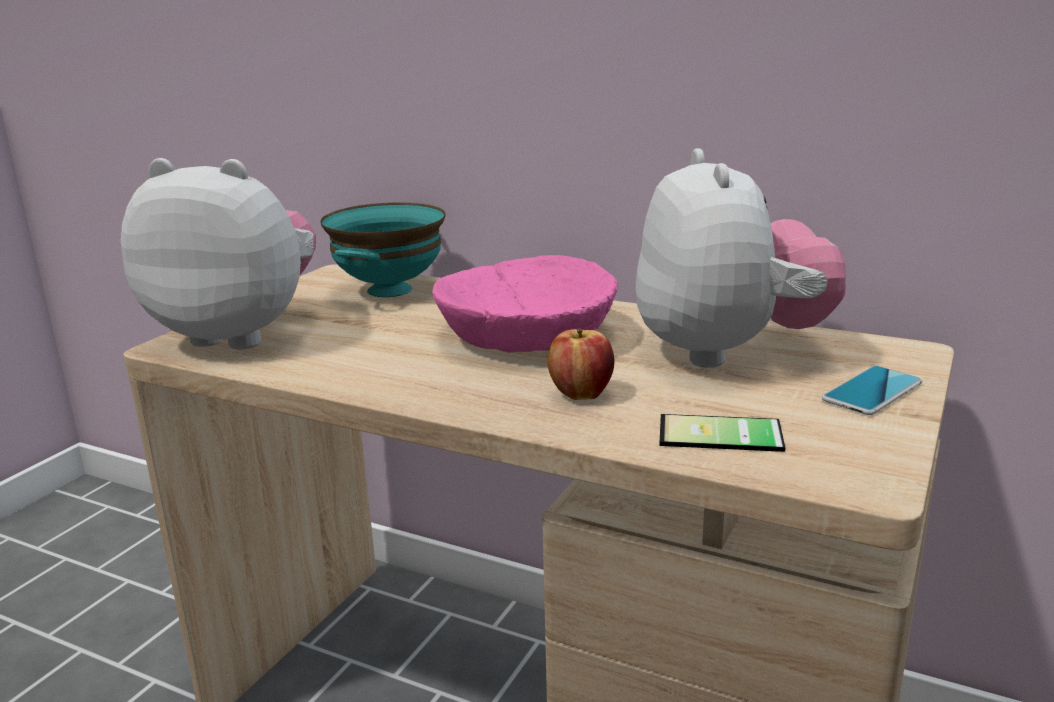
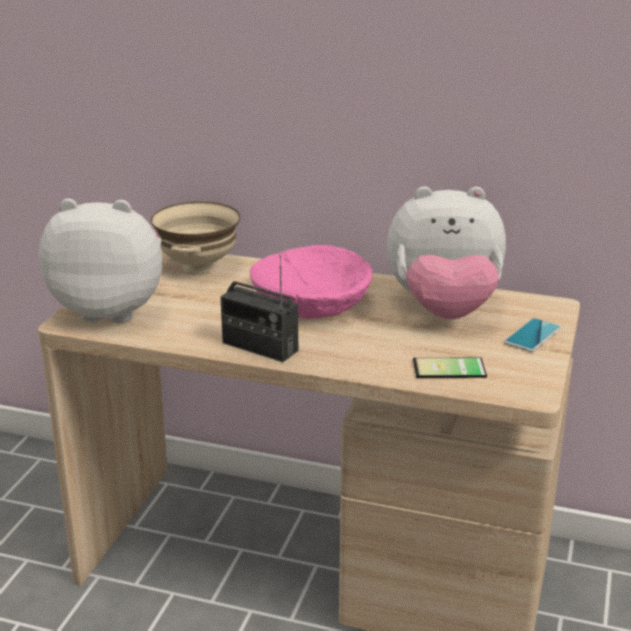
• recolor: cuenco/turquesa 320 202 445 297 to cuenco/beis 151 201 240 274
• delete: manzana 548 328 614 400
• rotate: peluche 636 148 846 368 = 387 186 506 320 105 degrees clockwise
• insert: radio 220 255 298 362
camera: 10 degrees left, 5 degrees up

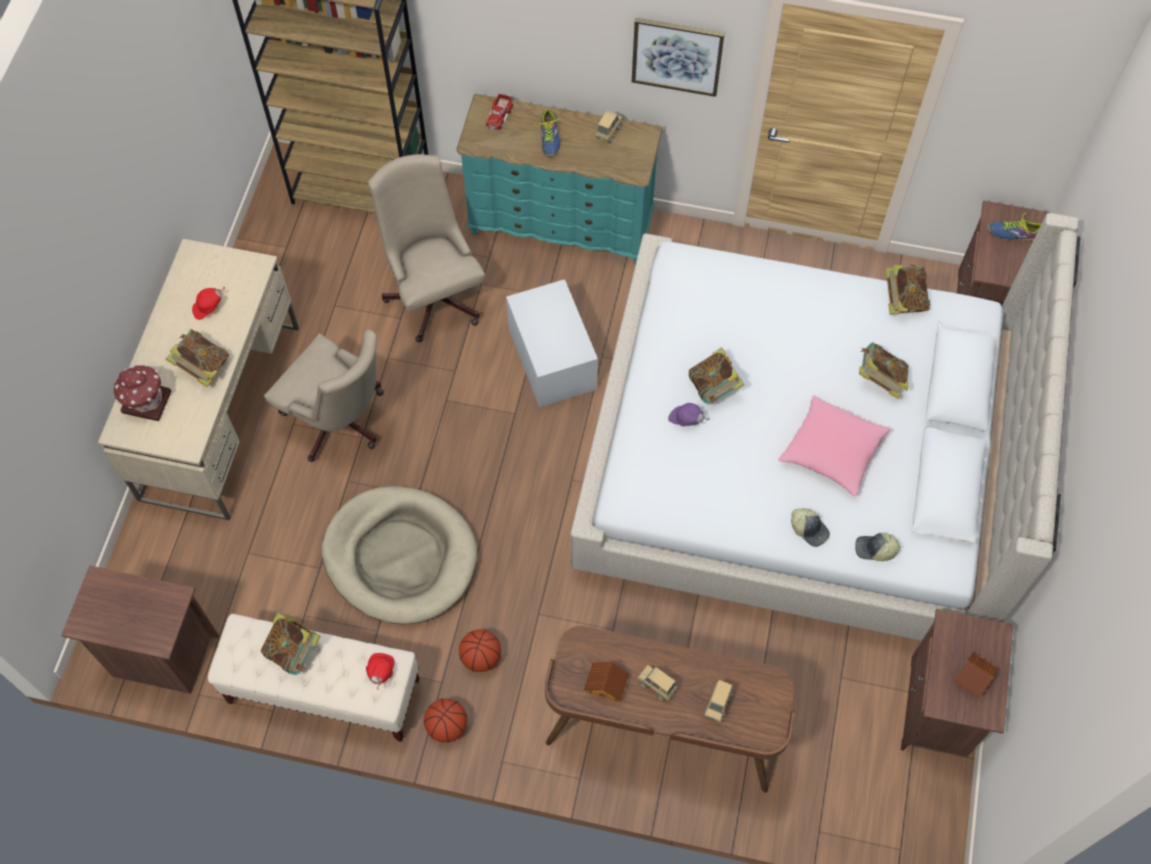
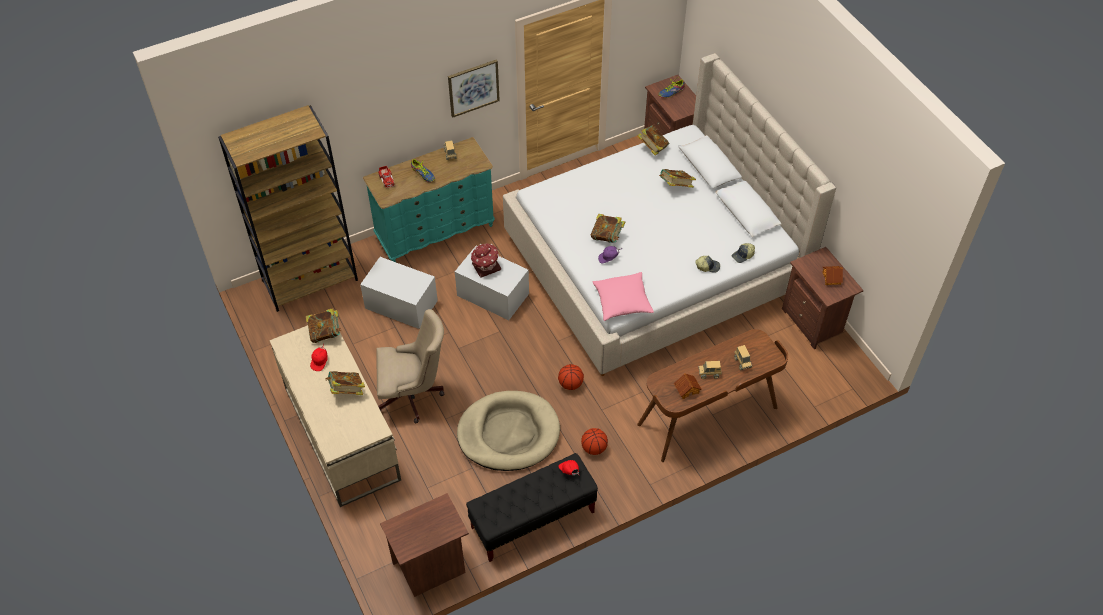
• move: casita 114 364 171 421 to 471 243 501 278
• recolor: banco/beis 208 614 419 742 to banco/negro 466 453 598 562
• move: libro 261 612 321 675 to 306 308 341 343
• replace: silla de oficina/beis 368 154 485 342 to caja de almacenaje/blanco 360 257 438 329
• move: balón de baloncesto 424 698 467 743 to 558 364 584 390
• move: cojín/rosa 779 395 891 496 to 593 272 654 321
camera: 40 degrees left, 10 degrees down

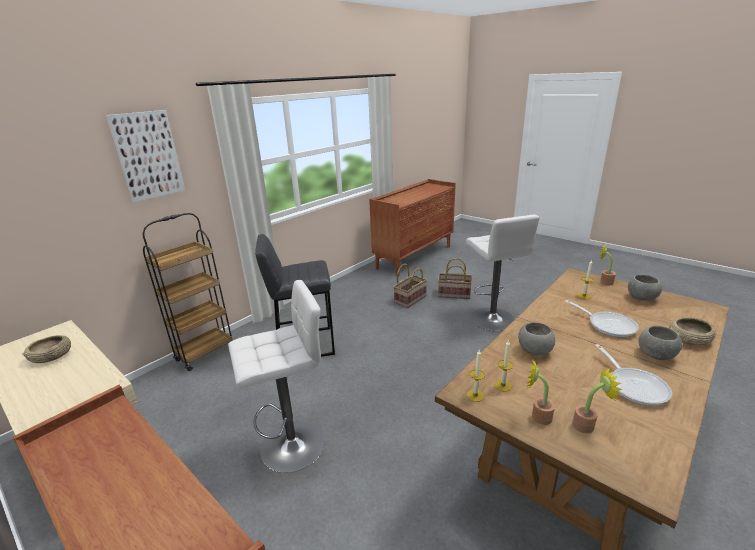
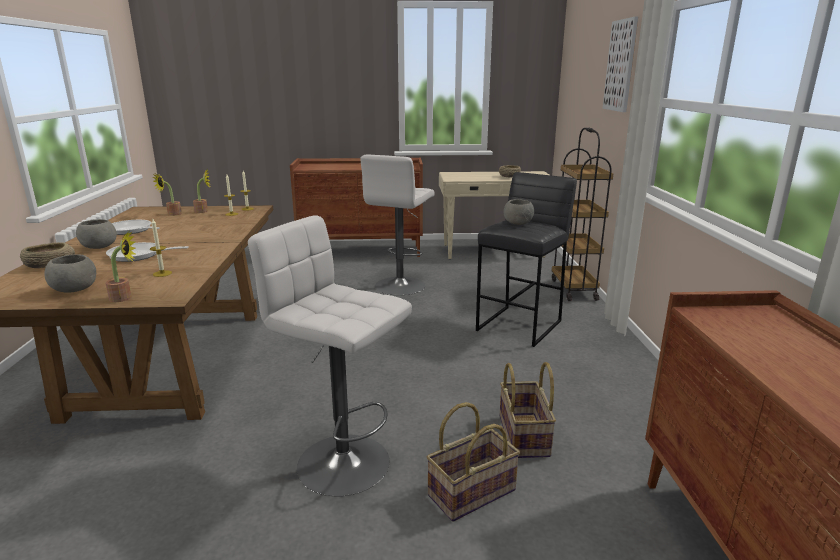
• move: cuenco/gris 518 322 555 356 to 504 199 534 225
camera: 135 degrees right, 5 degrees down

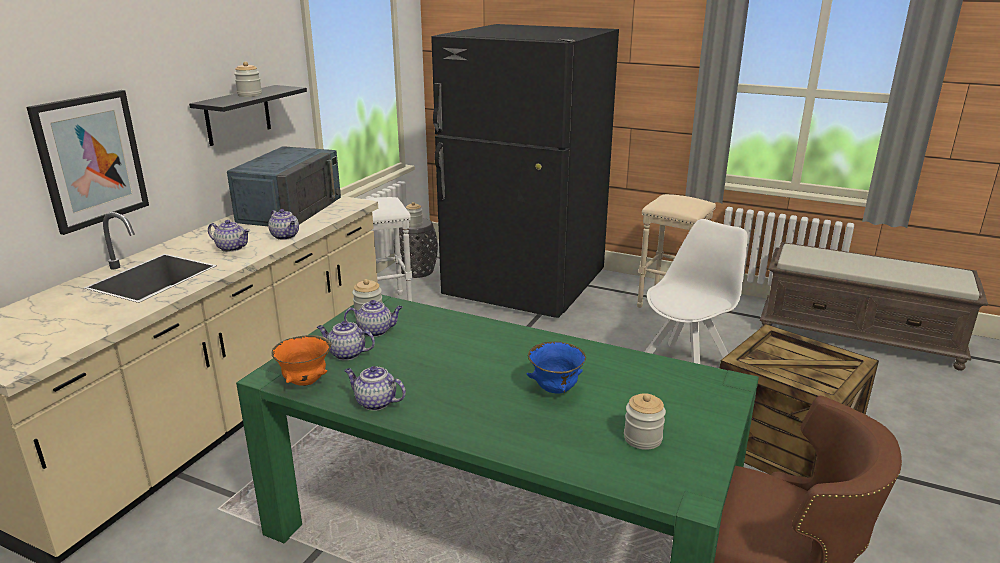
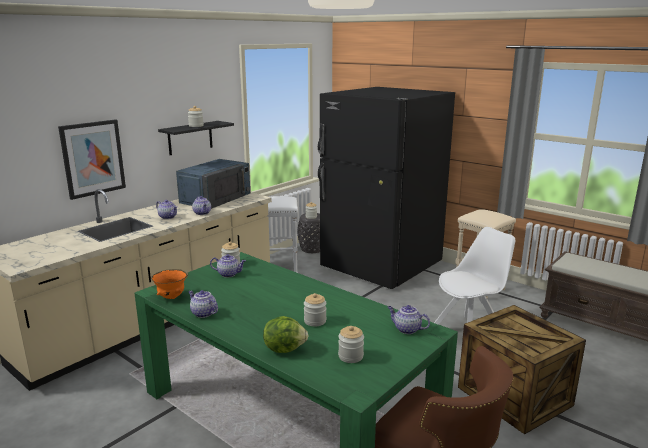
• move: tetera 317 321 375 360 to 388 305 430 334
• replace: cuenco/azul 527 342 586 394 to tarro 304 293 327 326
• insert: lechuga 263 316 308 353
camera: 15 degrees right, 5 degrees down

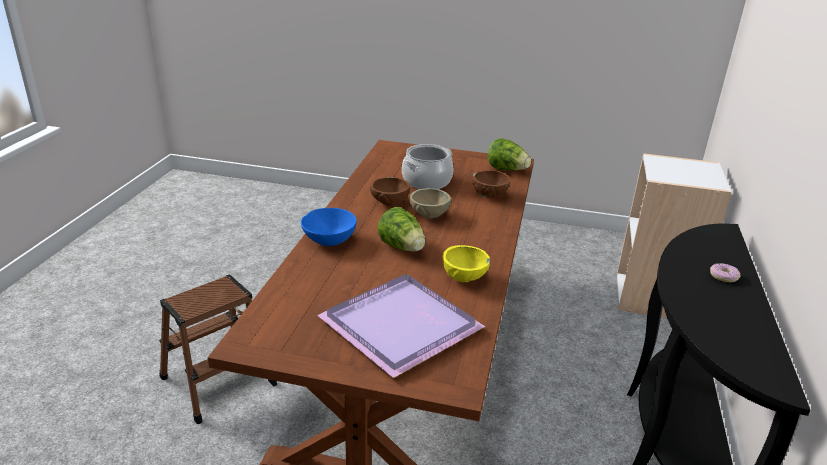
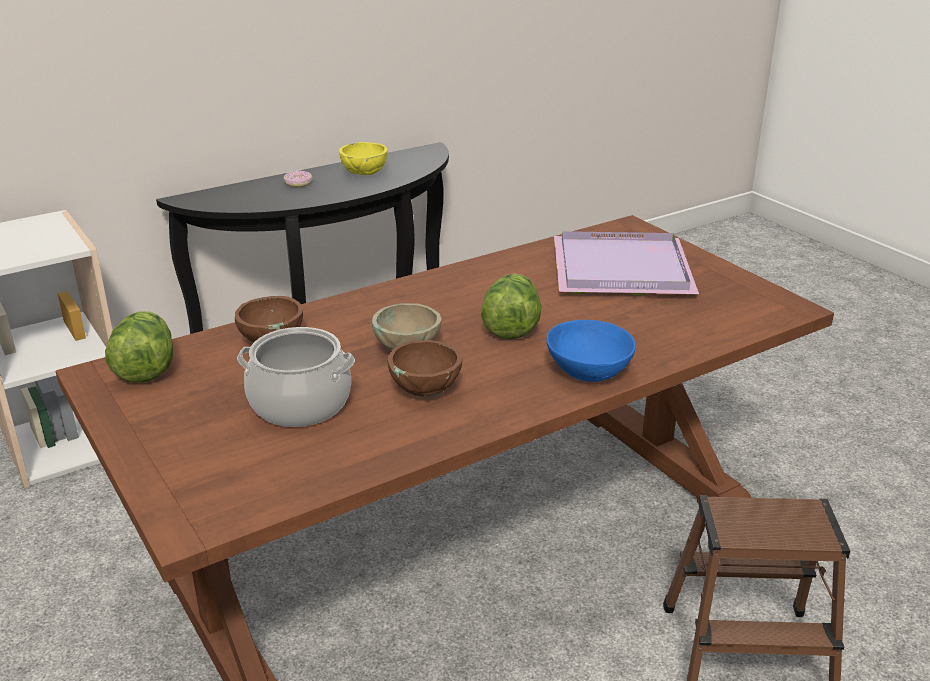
• move: cuenco/amarillo 442 245 490 282 to 339 142 388 175
camera: 135 degrees left, 0 degrees up

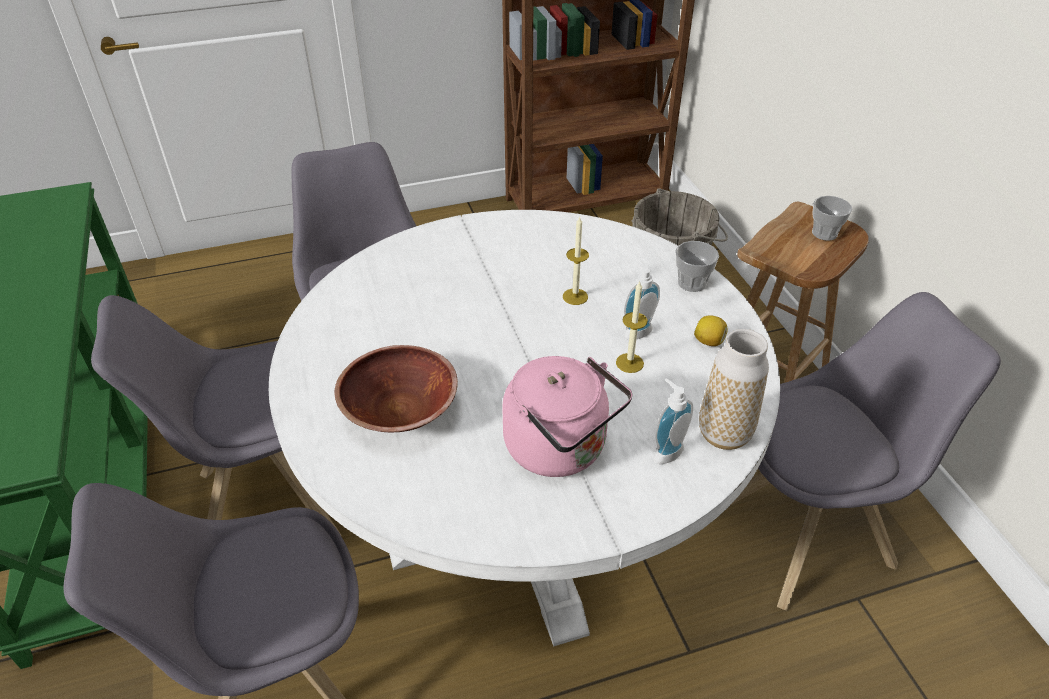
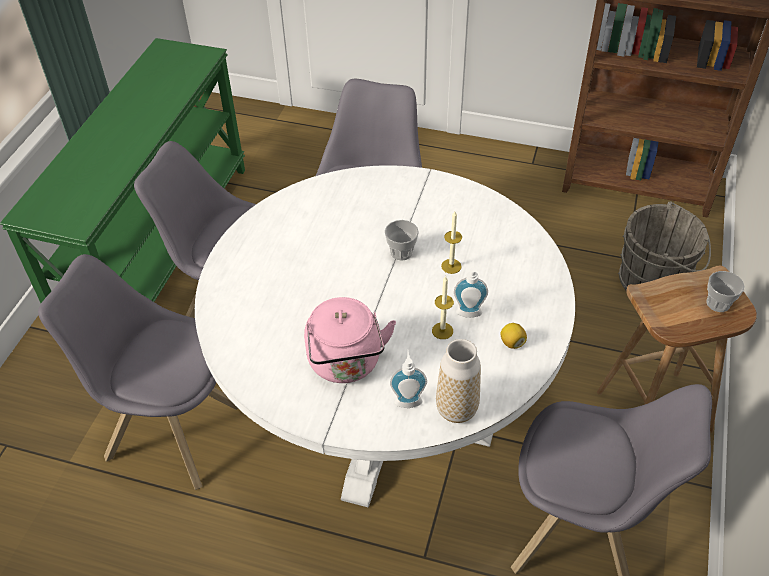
• delete: cuenco/marrón 335 345 458 432
• move: taza 676 241 719 292 to 385 220 419 261
camera: 35 degrees right, 5 degrees up

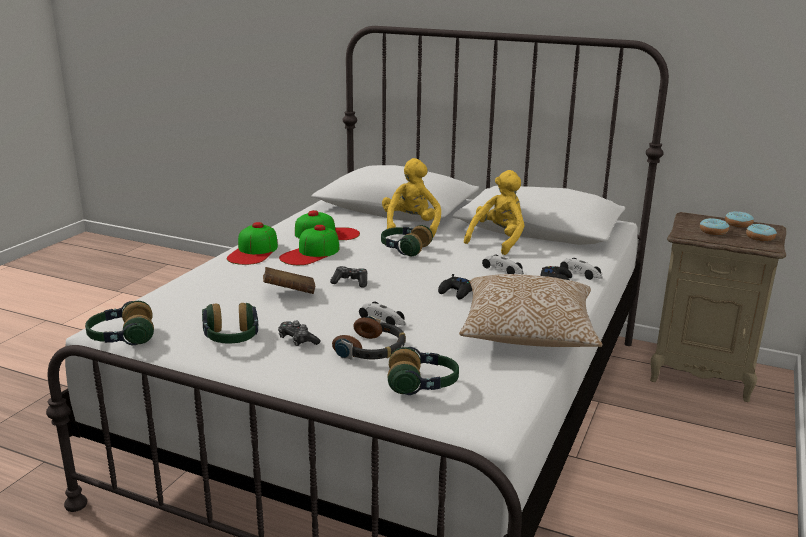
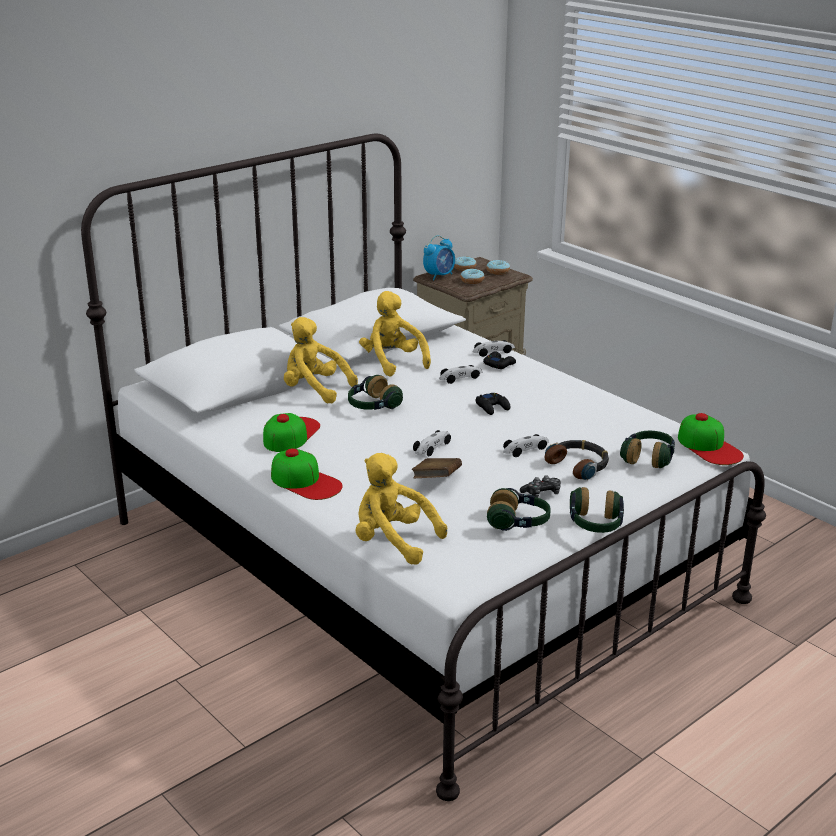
• move: auriculares 85 301 154 345 to 570 487 624 533
• move: gorra 279 225 340 265 to 678 413 744 465
• replace: mando de consola 330 266 367 288 to coche de juguete 413 430 451 457
• delete: cojín 459 274 603 347
• insert: peluche/amarillo 356 453 447 565
• insert: despertador 423 235 455 281
camera: 65 degrees left, 5 degrees up

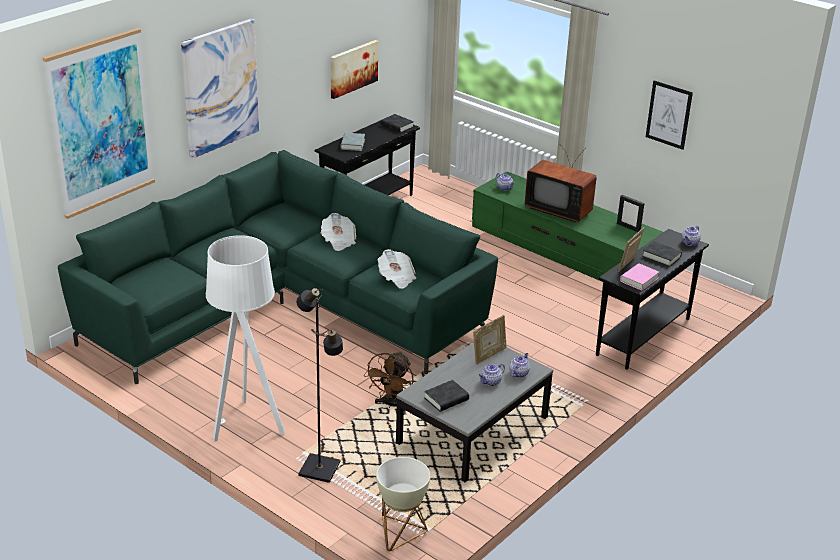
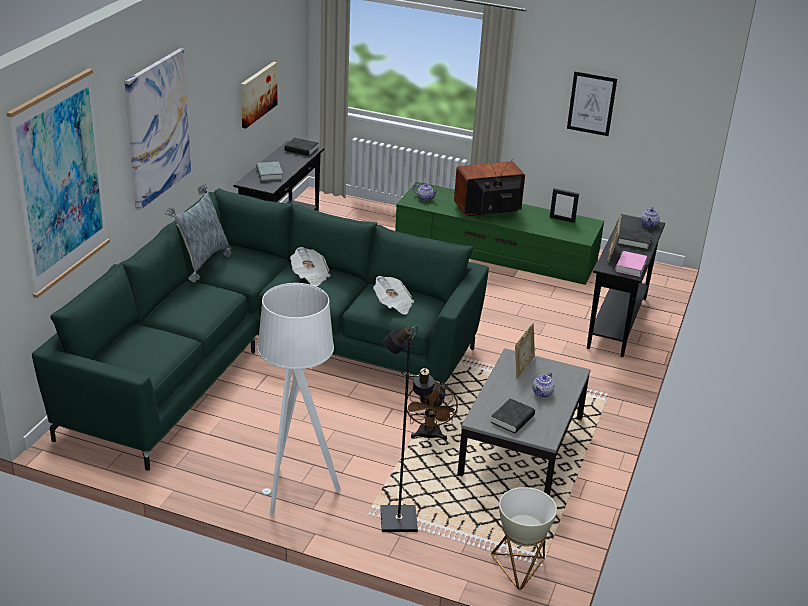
• delete: tetera 509 353 530 378
• rotate: televisor 525 144 597 222 = 454 159 525 216 150 degrees clockwise
• insert: cojín 165 183 232 282
camera: 20 degrees left, 0 degrees up

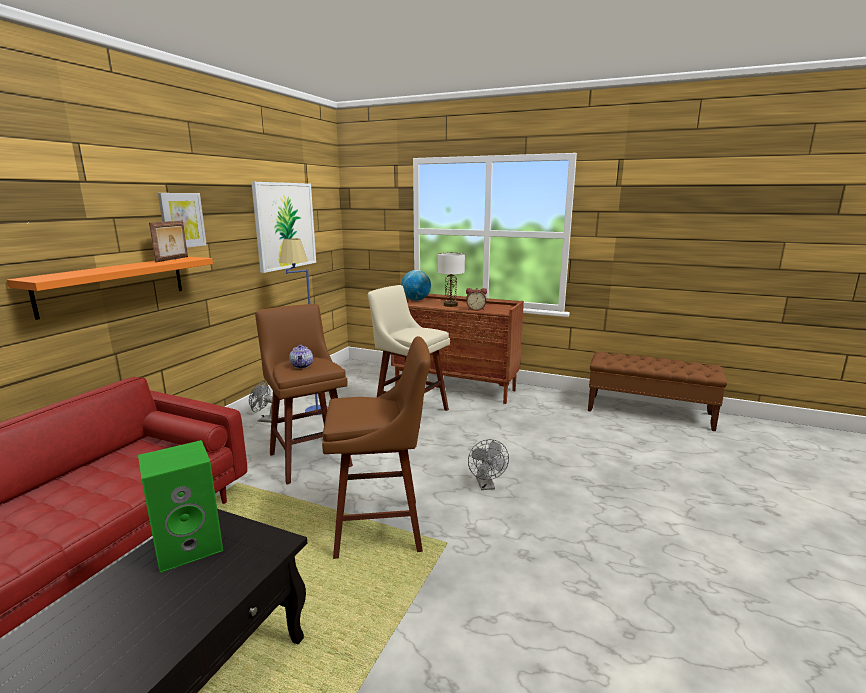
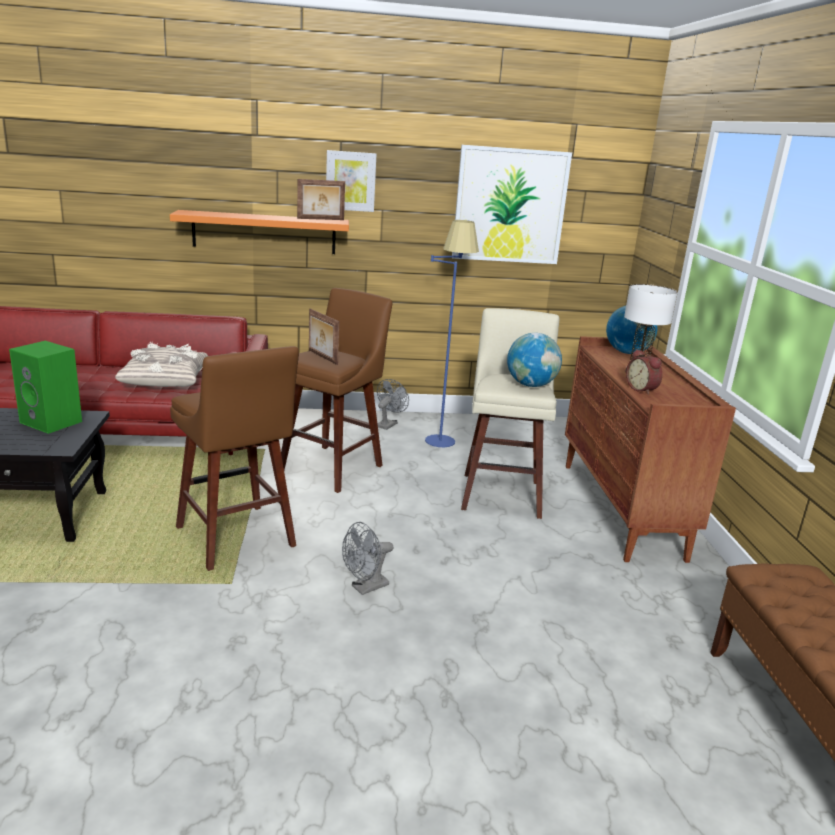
• rotate: ventilador/gris 249 381 280 423 = 377 379 409 430 45 degrees clockwise
• replace: tetera 289 345 313 369 to portarretratos 309 309 339 365
• insert: cojín/beis 115 341 208 387
• insert: globo terráqueo 507 333 562 387
camera: 60 degrees right, 5 degrees up

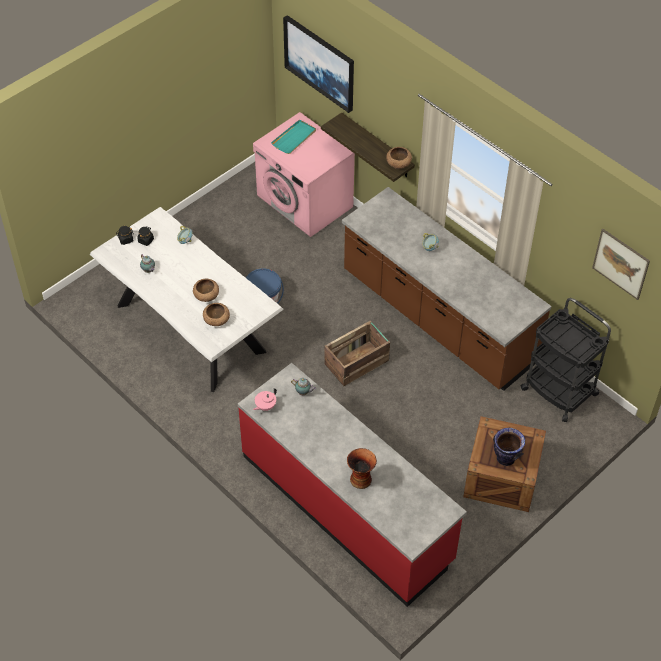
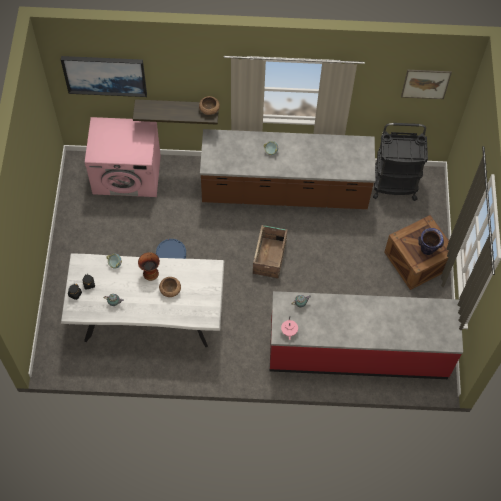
• delete: cuenco/marrón 203 303 230 326
• delete: bandeja/turquesa 271 120 316 154
• move: florero 347 448 377 489 to 138 252 160 281
camera: 45 degrees left, 10 degrees up

